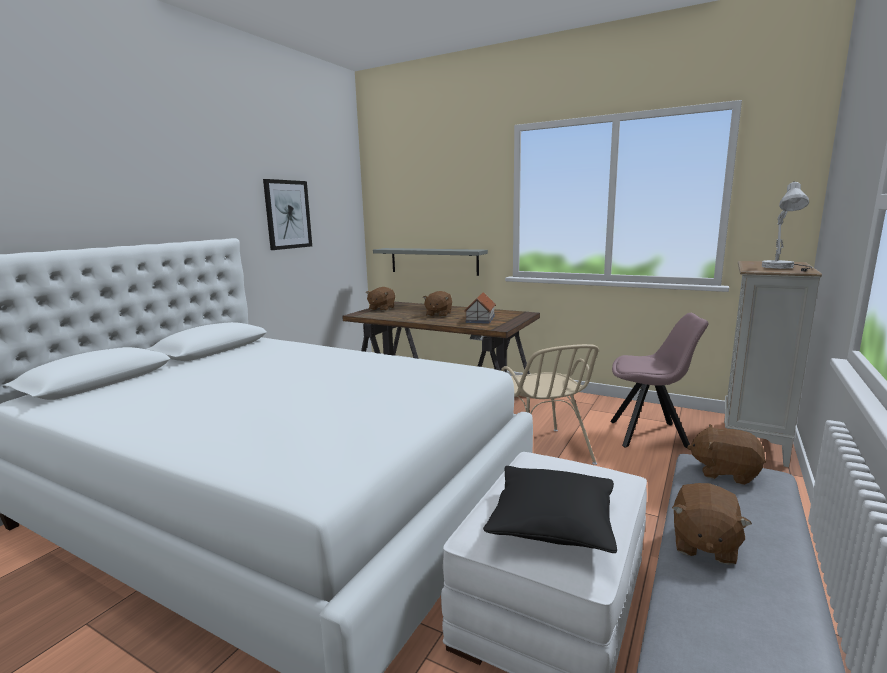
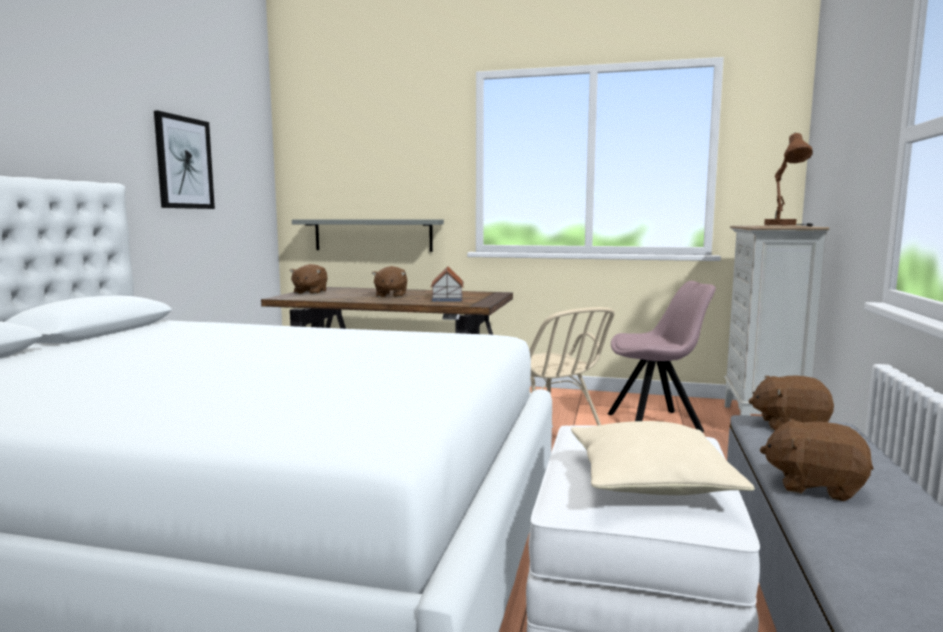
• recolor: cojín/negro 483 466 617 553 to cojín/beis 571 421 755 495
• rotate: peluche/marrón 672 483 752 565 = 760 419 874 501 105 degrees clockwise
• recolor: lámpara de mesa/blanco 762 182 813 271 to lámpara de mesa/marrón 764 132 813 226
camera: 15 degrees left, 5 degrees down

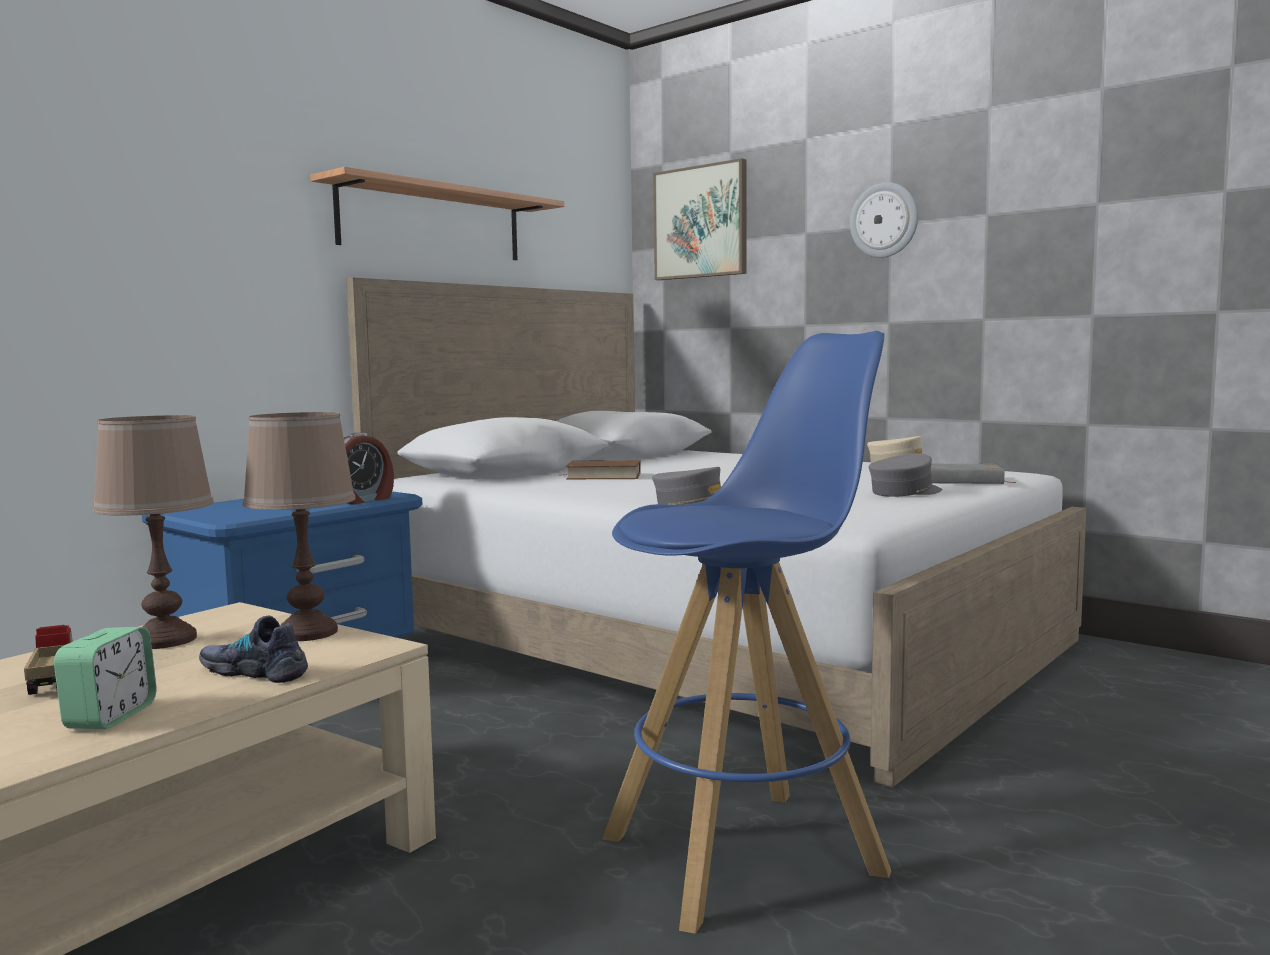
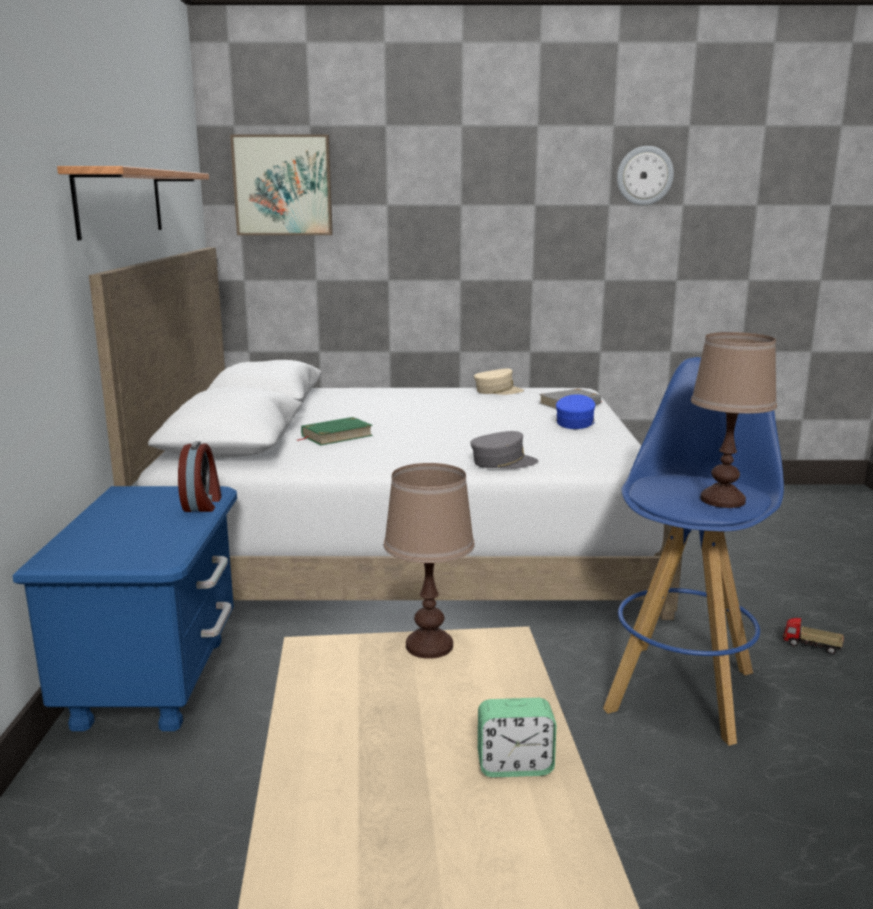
• move: camión de juguete 24 625 73 695 to 783 618 844 655
• rotate: despertador 54 627 157 729 = 478 698 556 777 120 degrees clockwise
• move: lámpara de mesa/marrón 92 415 214 649 to 691 332 777 508
• delete: zapato 199 616 308 683
• recolor: libro/marrón 564 460 641 479 to libro/verde 297 417 373 445
• move: reloj de pared 850 182 918 258 to 617 146 674 205
• recolor: gorra/gris 869 453 943 497 to gorra/azul 556 394 595 429
camera: 40 degrees left, 10 degrees up

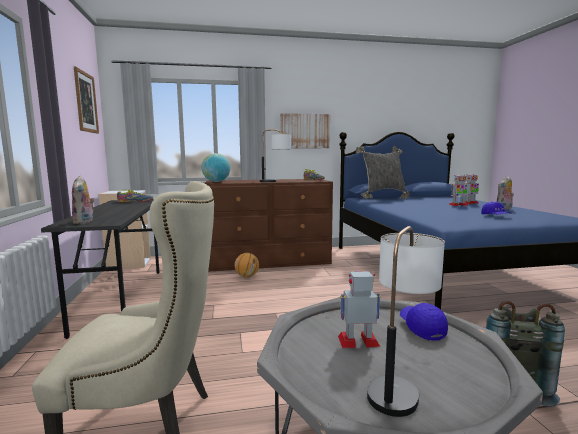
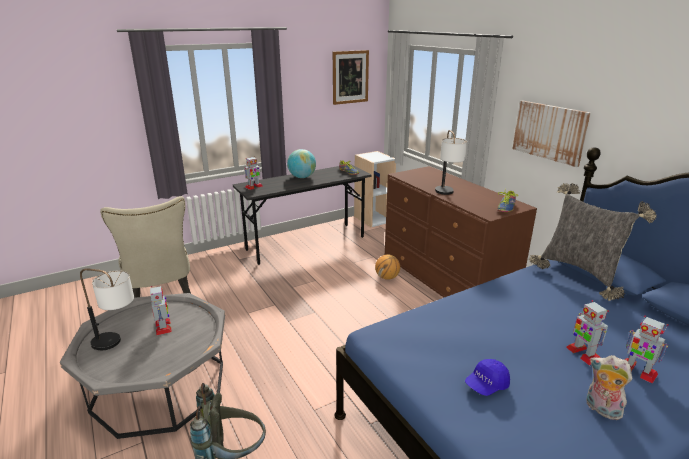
• replace: peluche 72 176 95 224 to robot de juguete 244 156 263 190
• move: globo terráqueo 201 153 230 182 to 287 149 316 178
• delete: gorra/azul 400 303 448 341
camera: 70 degrees right, 15 degrees up

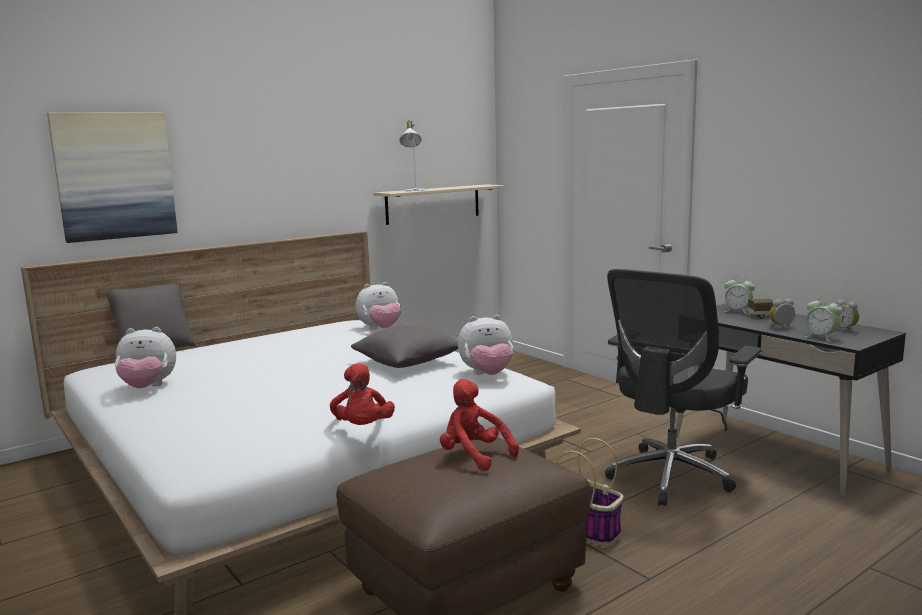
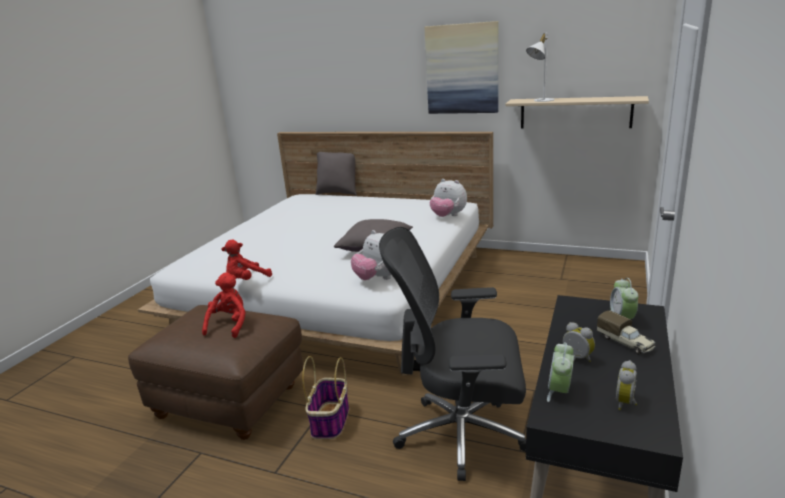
• move: cuadro 47 112 177 243 to 424 21 499 114
• delete: peluche 115 327 176 388
camera: 60 degrees right, 10 degrees up

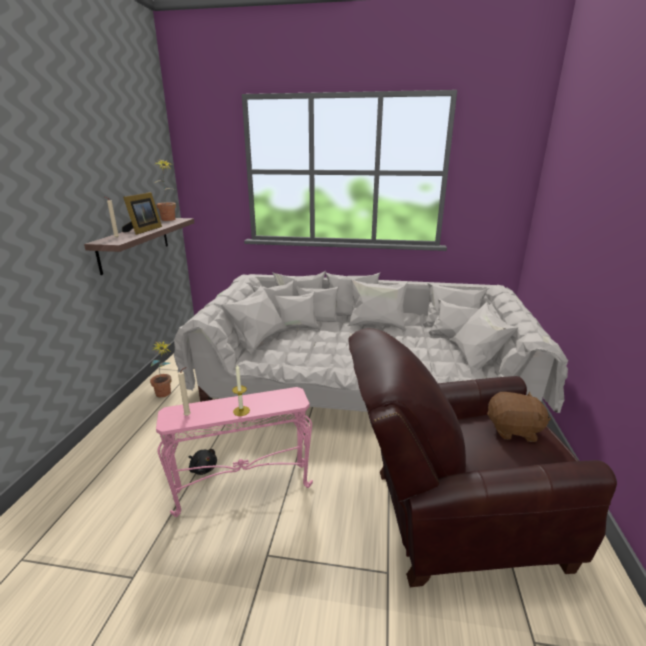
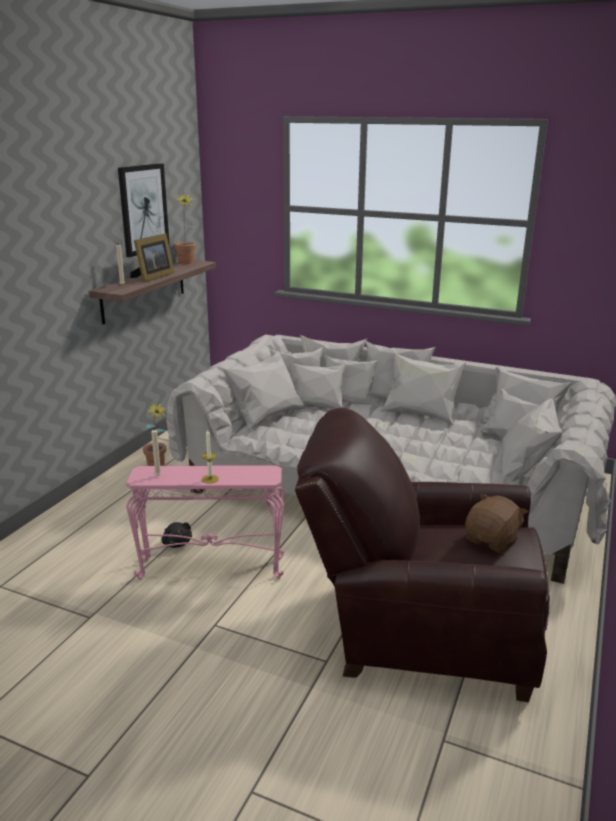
• rotate: peluche/marrón 487 392 551 442 = 465 493 528 553 75 degrees counterclockwise
• insert: cuadro 118 163 170 257
camera: 15 degrees right, 0 degrees up

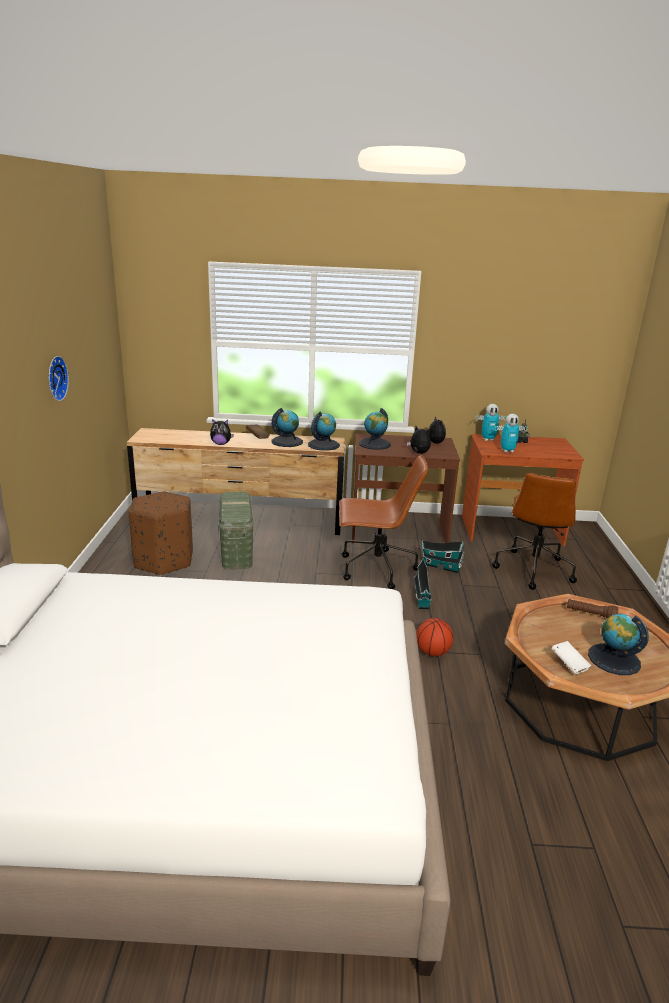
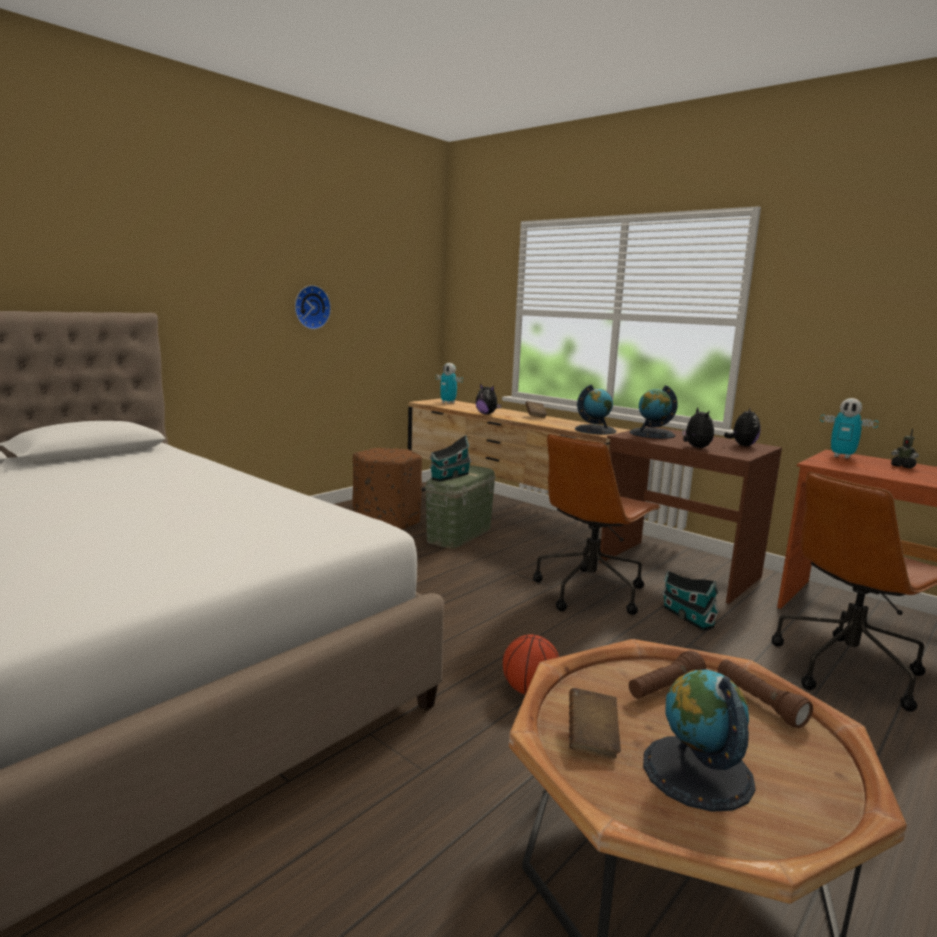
• delete: globo terráqueo 271 408 303 447
• rotate: silla de oficina/marrón 339 455 428 589 = 533 434 661 615 90 degrees clockwise
• move: casita 414 558 432 609 to 430 435 472 481
• move: robot de juguete 495 414 528 453 to 435 363 463 404
• recolor: libro/blanco 551 641 591 674 to libro/marrón 569 688 621 759
• insert: linterna/marrón 629 651 706 699
camera: 40 degrees right, 10 degrees down

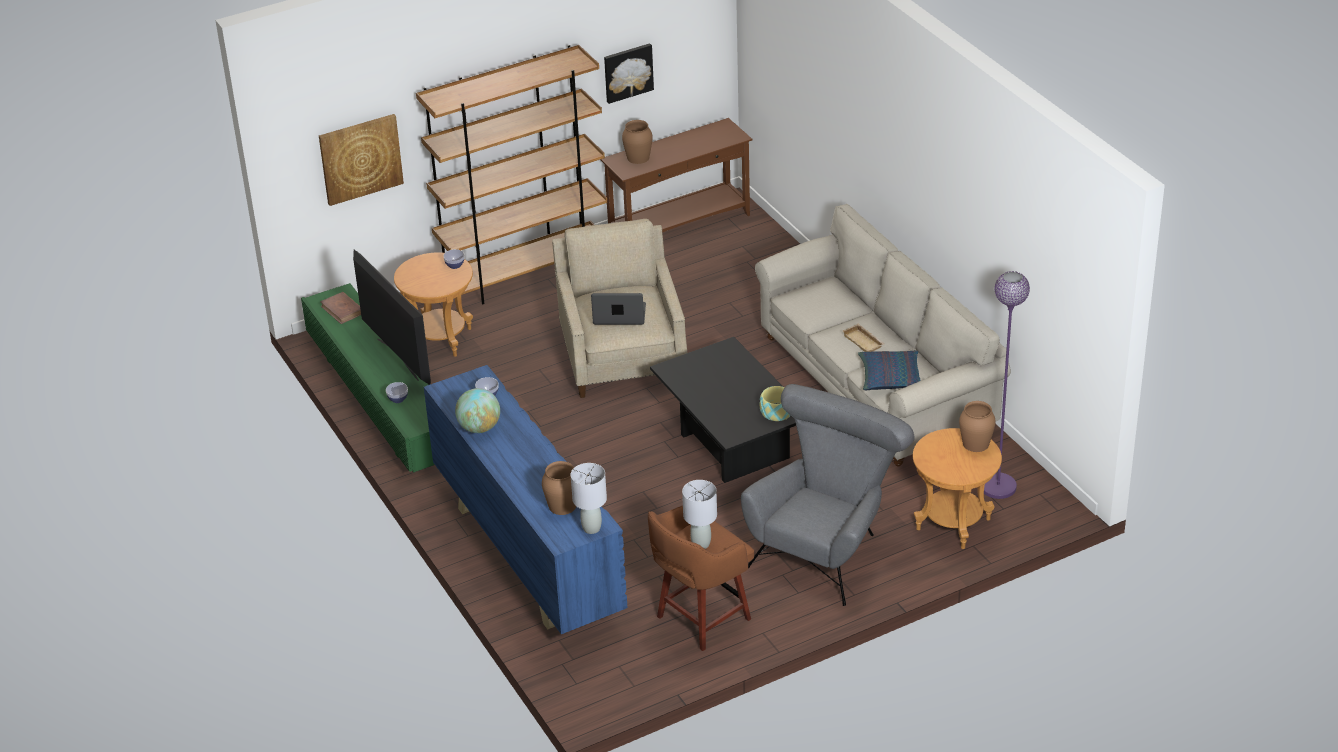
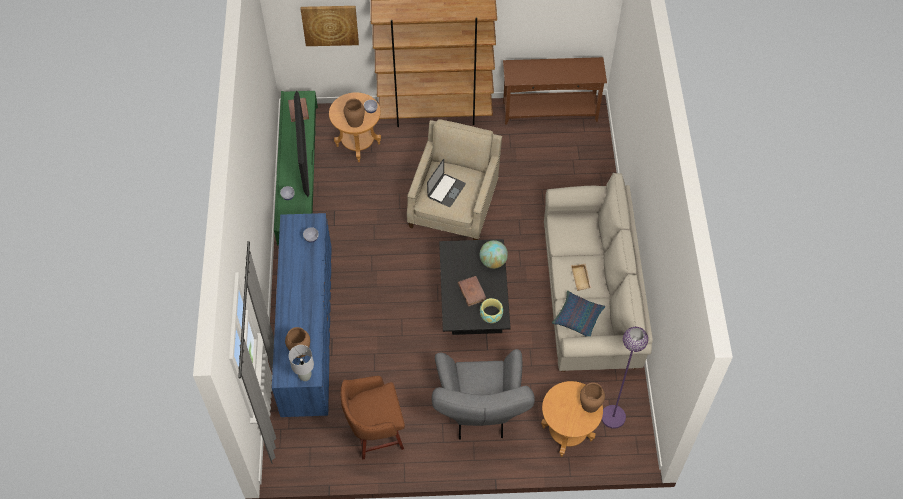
• move: globo terráqueo 455 388 500 433 to 480 240 508 269
• rotate: portátil 591 293 646 325 = 427 159 466 207 90 degrees clockwise
• delete: cuadro 604 43 654 104
• move: florero/marrón 622 120 653 164 to 343 99 365 128
• delete: lámpara de mesa/gris 682 480 717 549
• rotate: sillón/gris 741 384 915 606 = 432 349 535 440 120 degrees clockwise
• insert: libro/marrón 458 276 486 306
camera: 25 degrees right, 20 degrees up

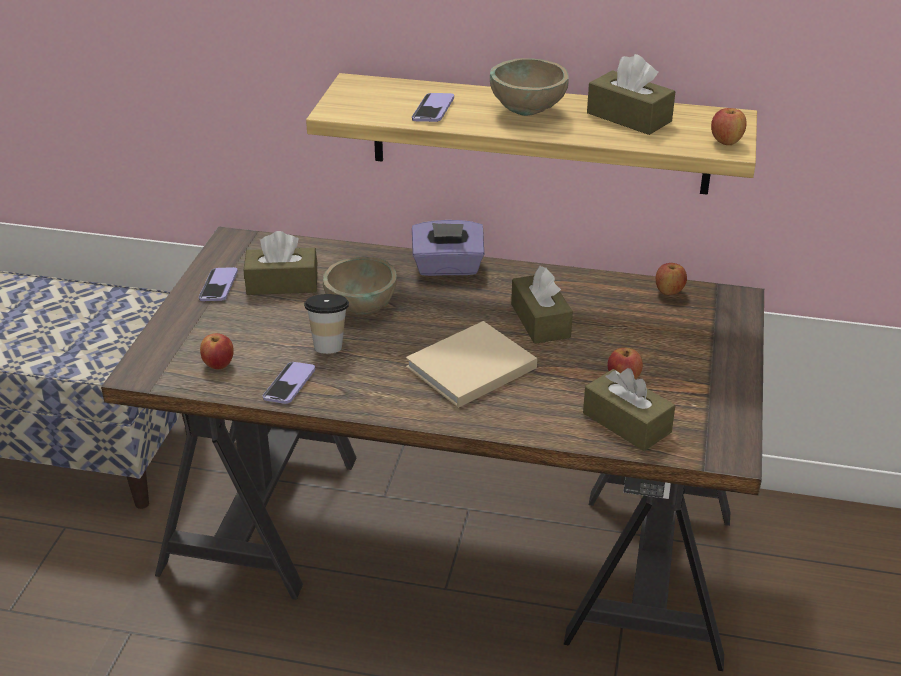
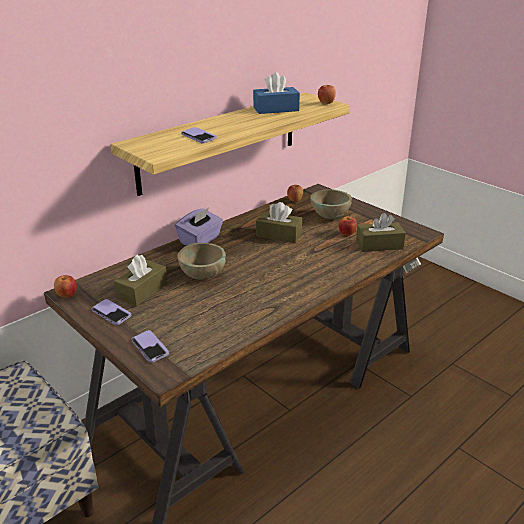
• move: manzana 200 333 234 369 to 54 275 77 298
• move: móvil 263 362 315 404 to 131 330 169 363
• delete: taza 304 294 349 354
• delete: libro/beis 406 321 537 408
• move: cuenco/beis 490 58 569 116 to 310 189 352 219
• recolor: caja de pañuelos/marrón 587 54 675 135 to caja de pañuelos/azul 253 72 300 114
camera: 55 degrees left, 5 degrees down

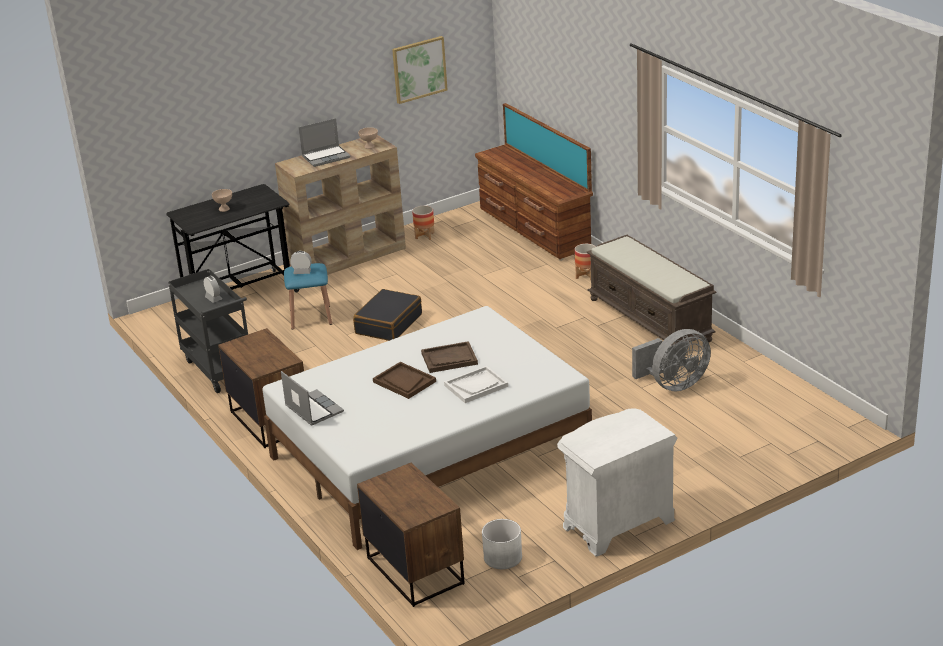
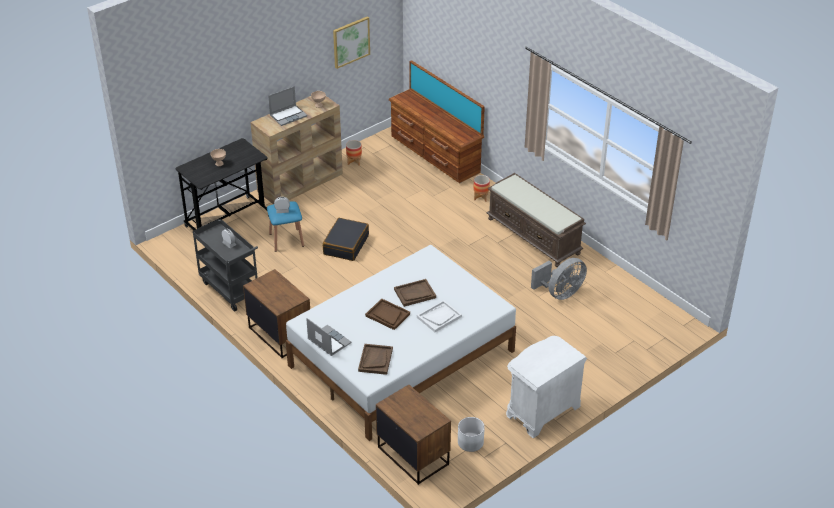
• insert: bandeja/marrón 358 344 393 375
camera: 10 degrees left, 10 degrees up

